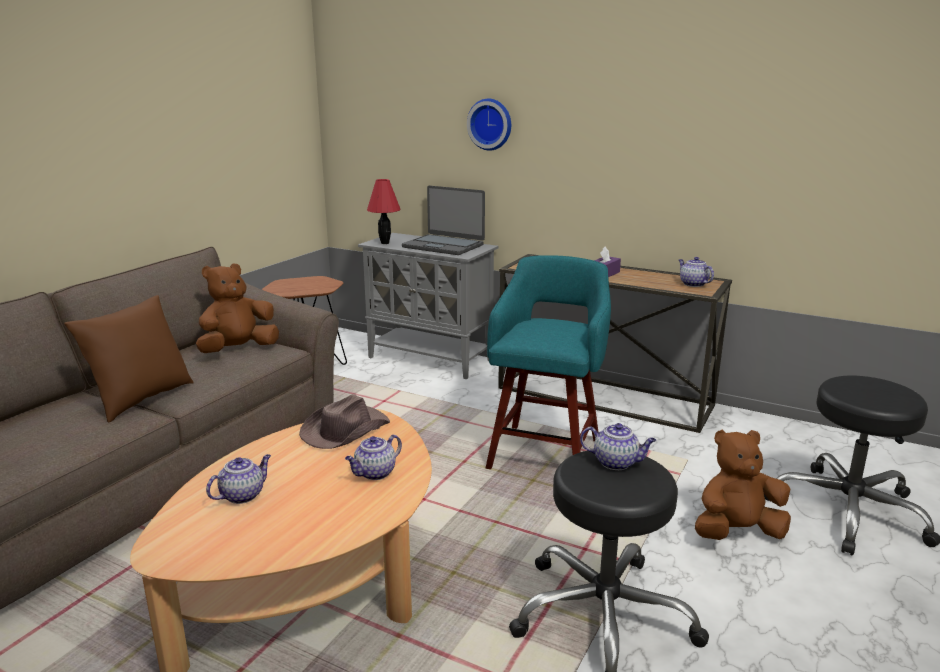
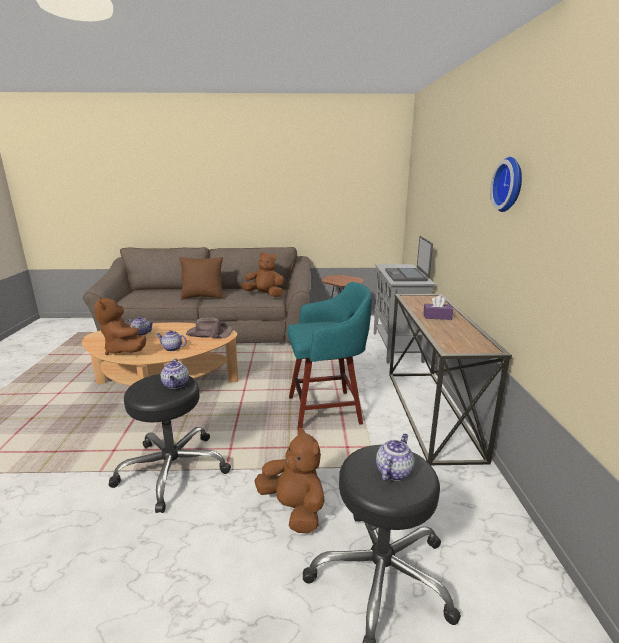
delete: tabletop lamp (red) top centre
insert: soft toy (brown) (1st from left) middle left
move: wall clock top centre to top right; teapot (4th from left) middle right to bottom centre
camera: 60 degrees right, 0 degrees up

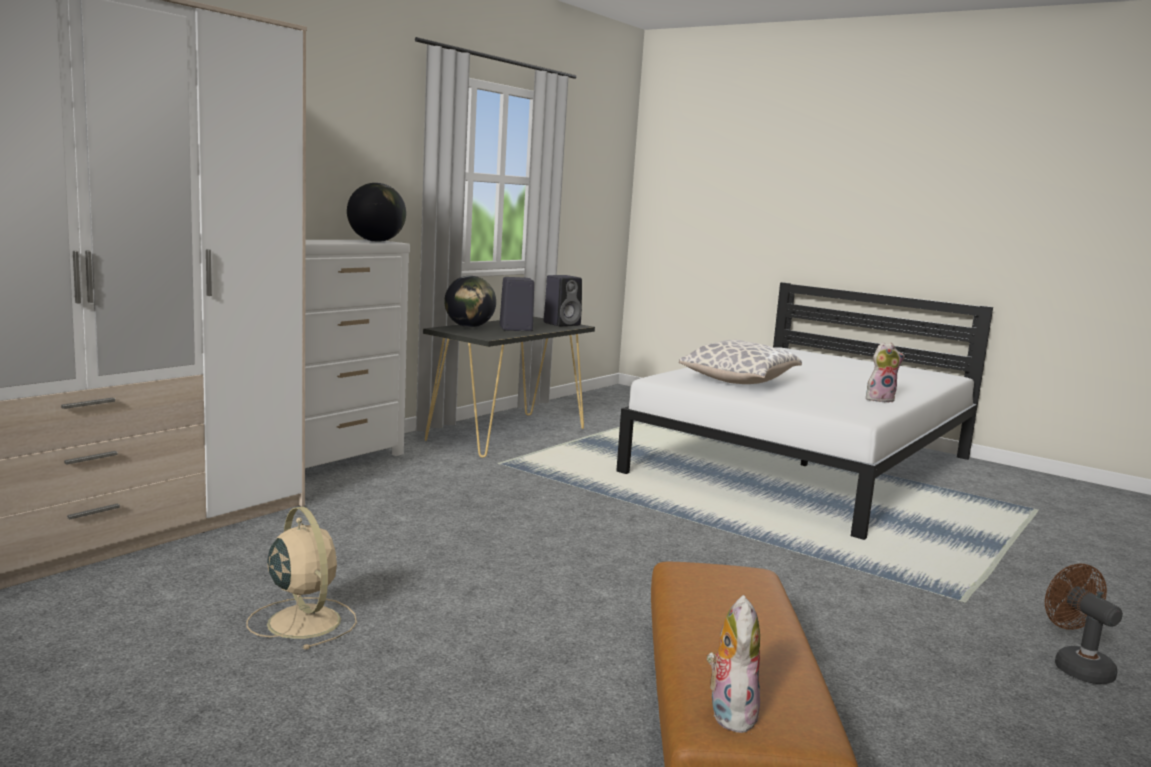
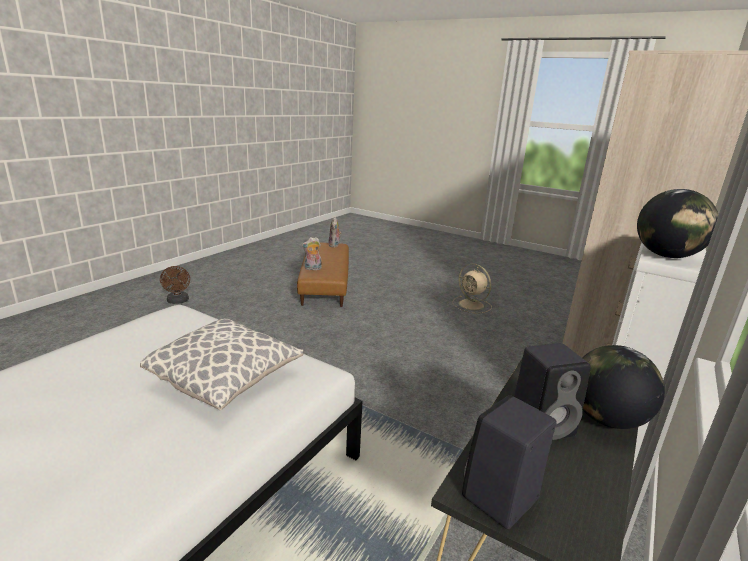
move: soft toy (2nd from left in the first image) middle right to soft toy (1st from left) centre
camera: 175 degrees right, 10 degrees up

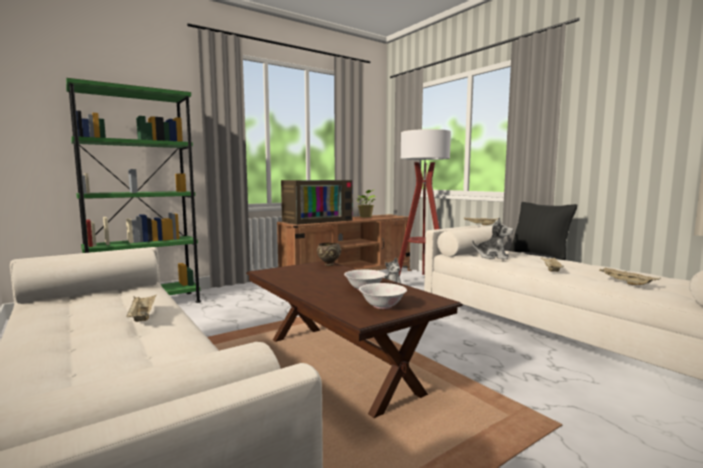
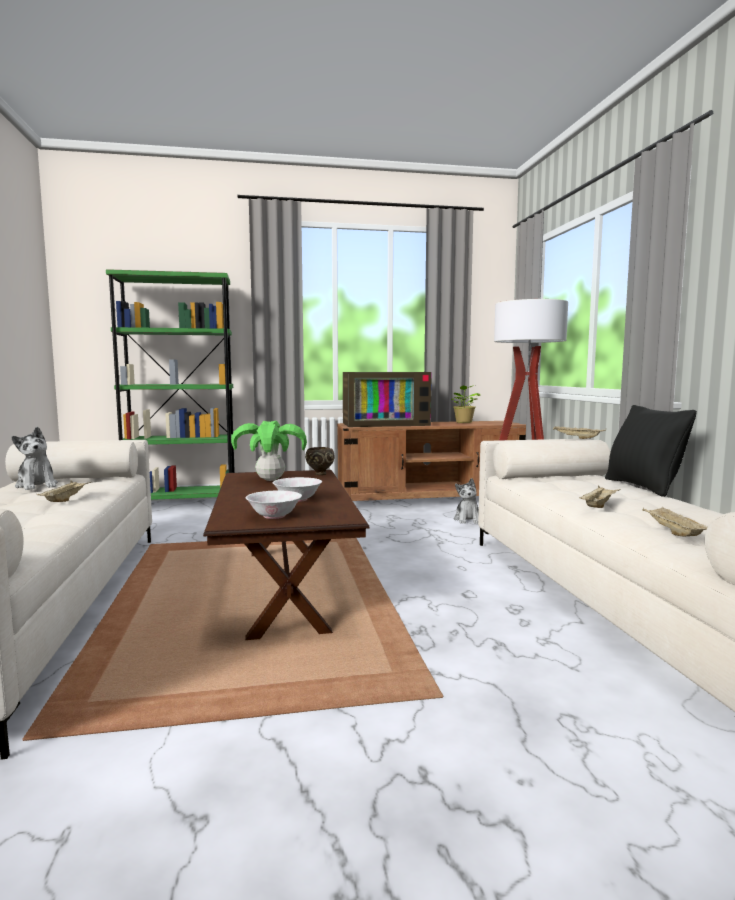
insert: potted plant (1st from left) centre
move: soft toy (2nd from left in the first image) middle right to soft toy (1st from left) middle left
camera: 25 degrees right, 0 degrees up

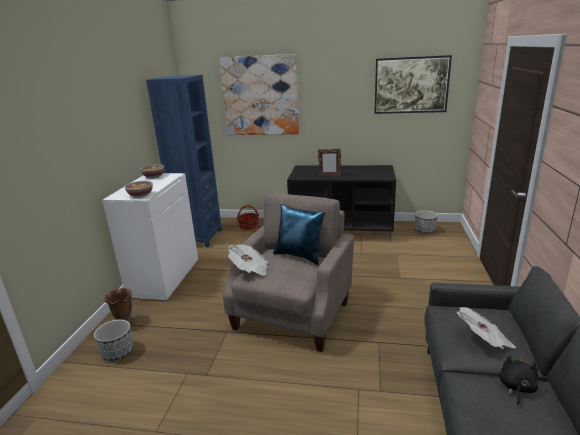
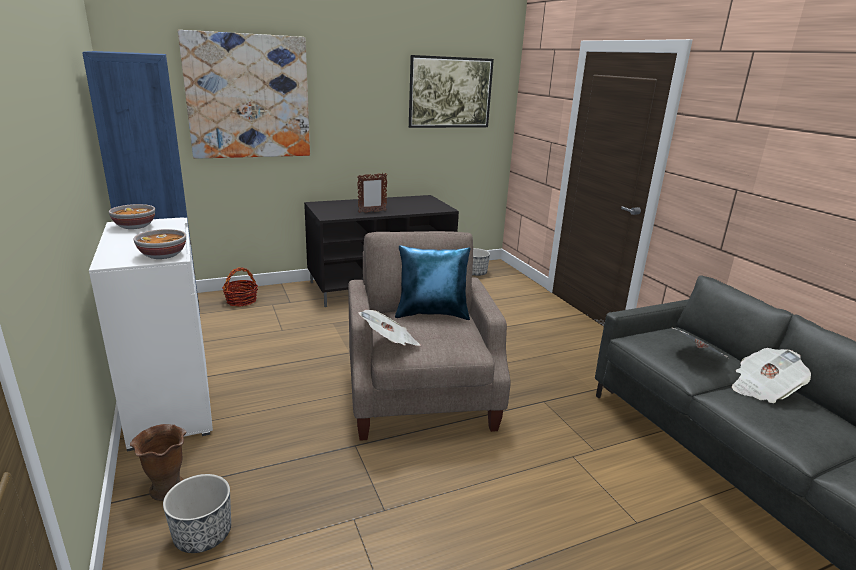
replace: soft toy (blackish) bottom right to daily paper (3rd from left) middle right
camera: 35 degrees left, 0 degrees up

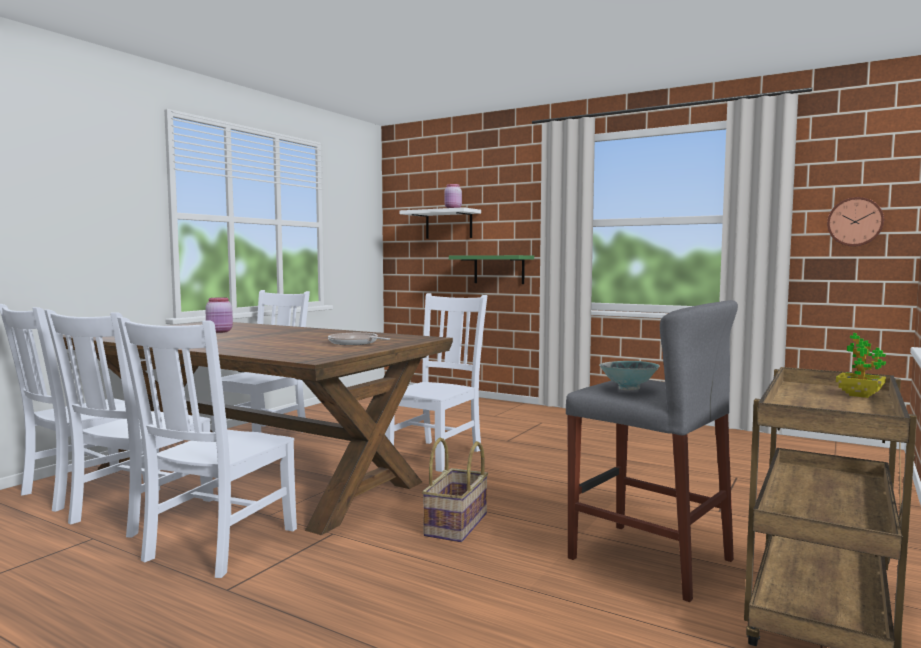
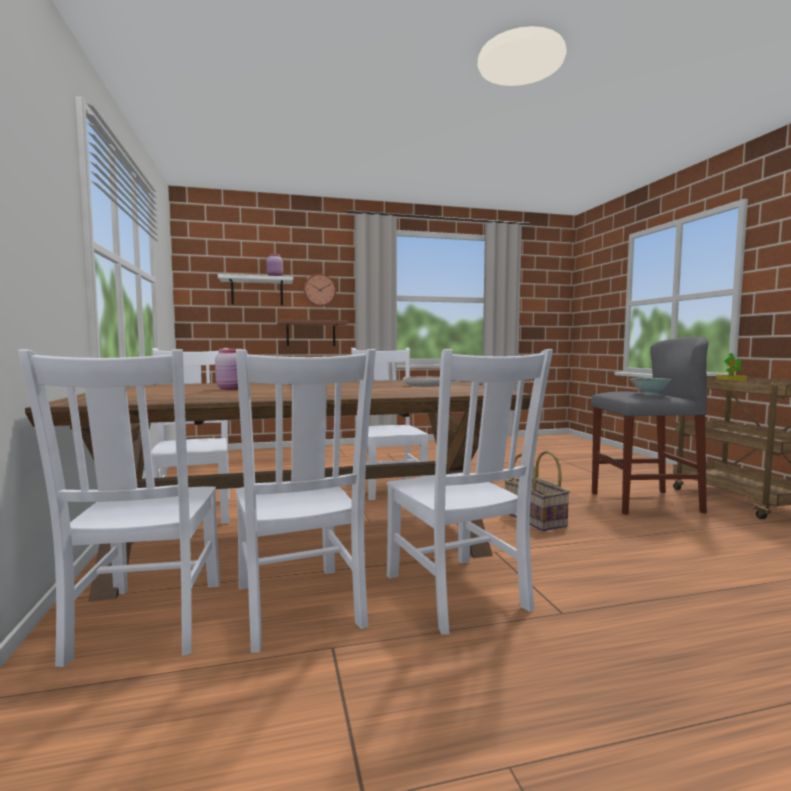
move: wall clock middle right to centre
recolor: wall shelf (green-coloured) centre to wall shelf (brown) centre
camera: 45 degrees left, 0 degrees up

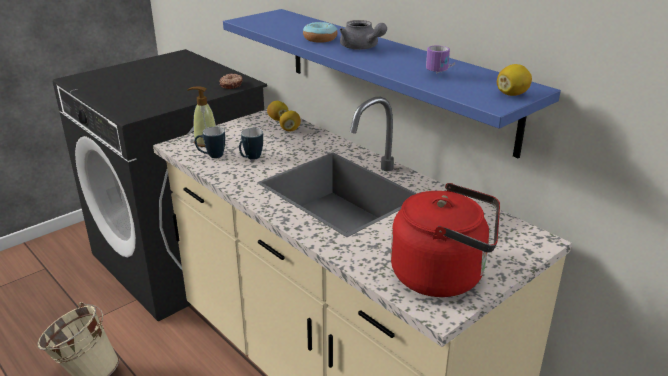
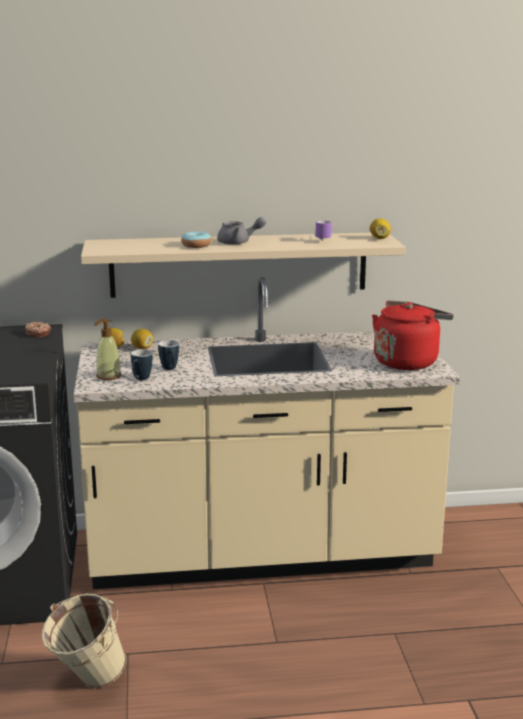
recolor: wall shelf (blue) top centre to wall shelf (beige) centre
camera: 55 degrees left, 10 degrees down

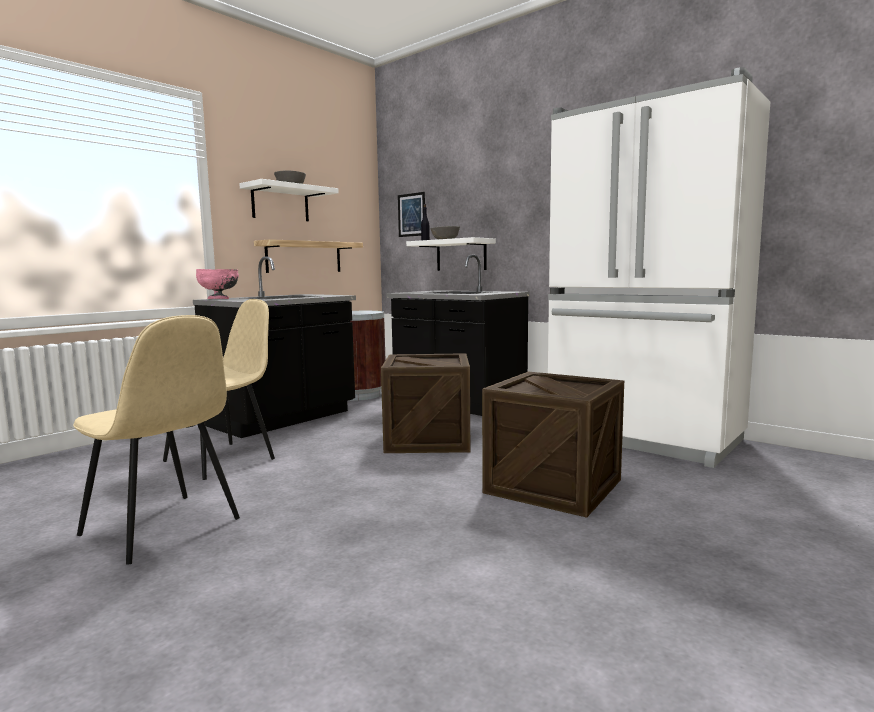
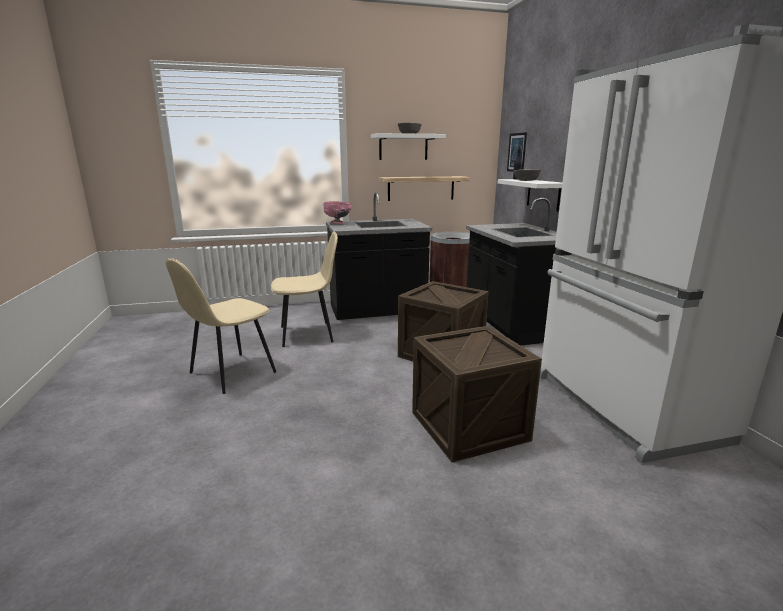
rotate: plain chair (beige) (1st from left) middle left = middle left 60 degrees clockwise
camera: 35 degrees right, 10 degrees up

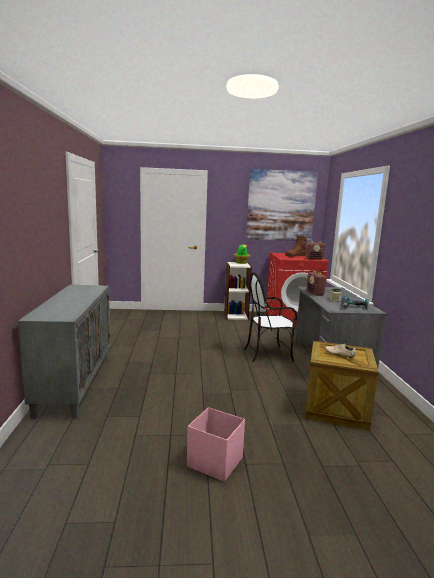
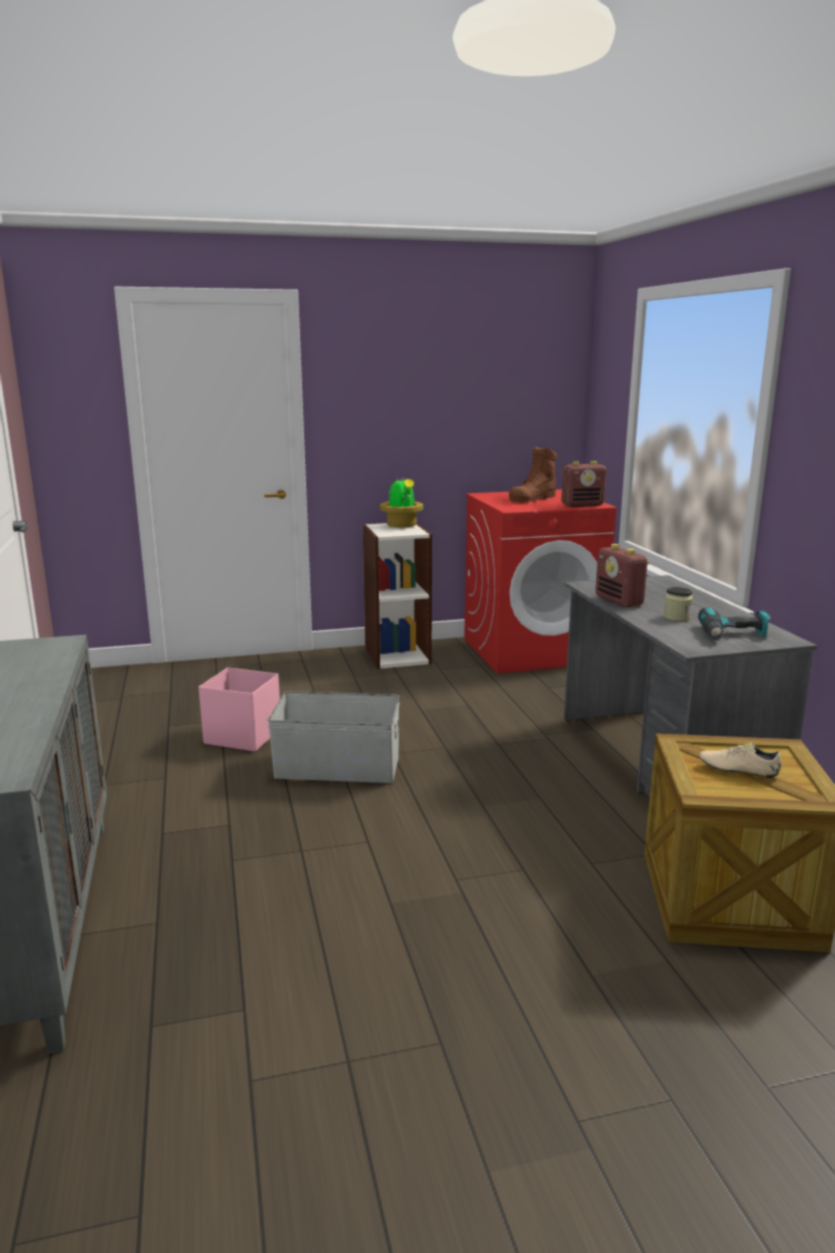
delete: wall picture centre; plain chair centre
insert: storage bin (gray) centre
move: storage bin (pink-coloured) bottom centre to middle left
camera: 10 degrees left, 5 degrees up

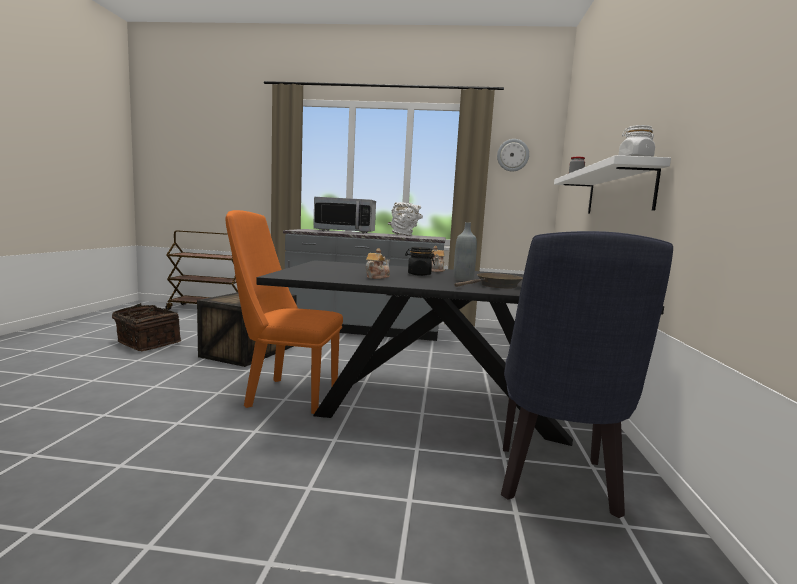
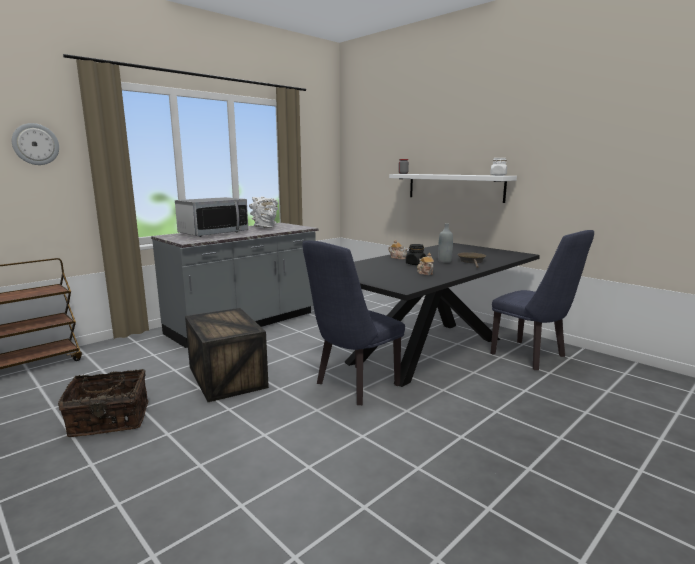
move: wall clock top centre to top left
recolor: plain chair (orangey) centre to plain chair (blue) (1st from left) centre
camera: 50 degrees left, 5 degrees up

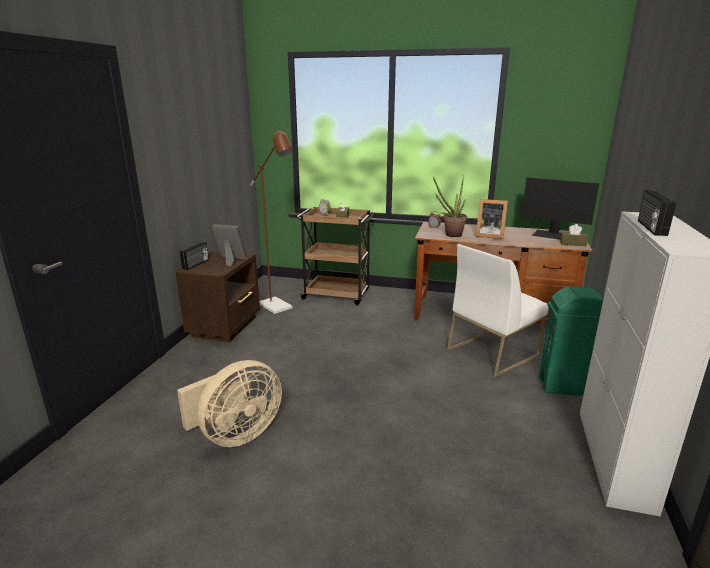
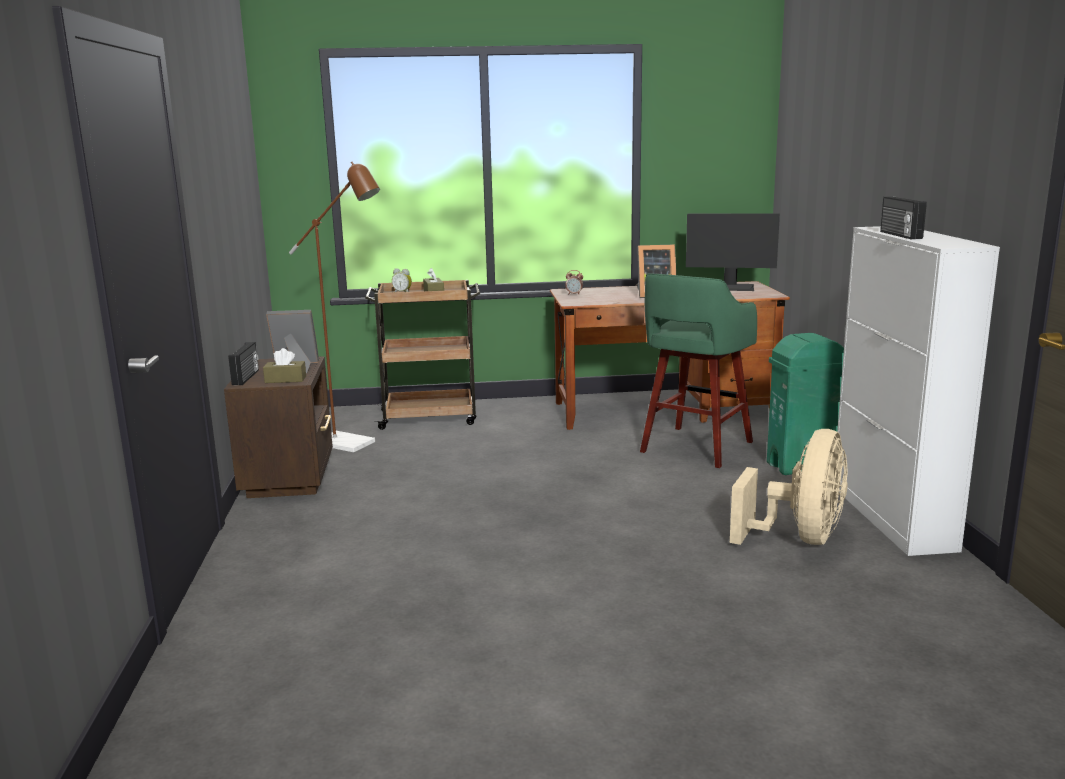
delete: potted plant centre
move: box of tissues (brown) (2nd from left in the first image) middle right to box of tissues (brown) (1st from left) middle left; fan (beige) bottom left to middle right
replace: plain chair (whitish) middle right to stool (green-coloured) centre
camera: 20 degrees left, 5 degrees down

